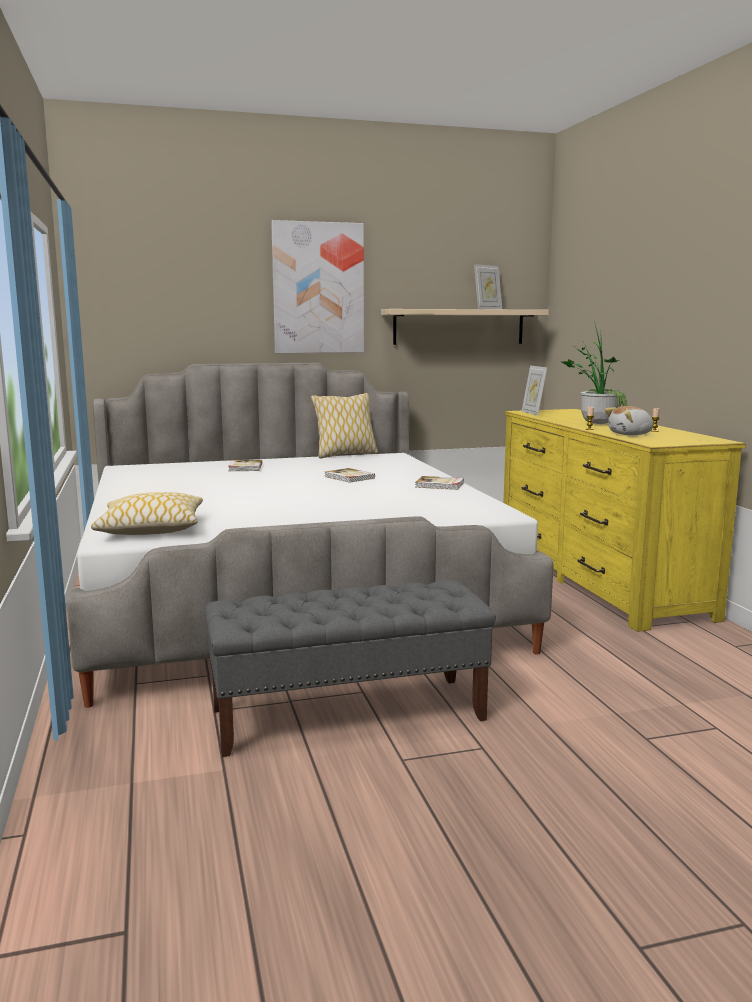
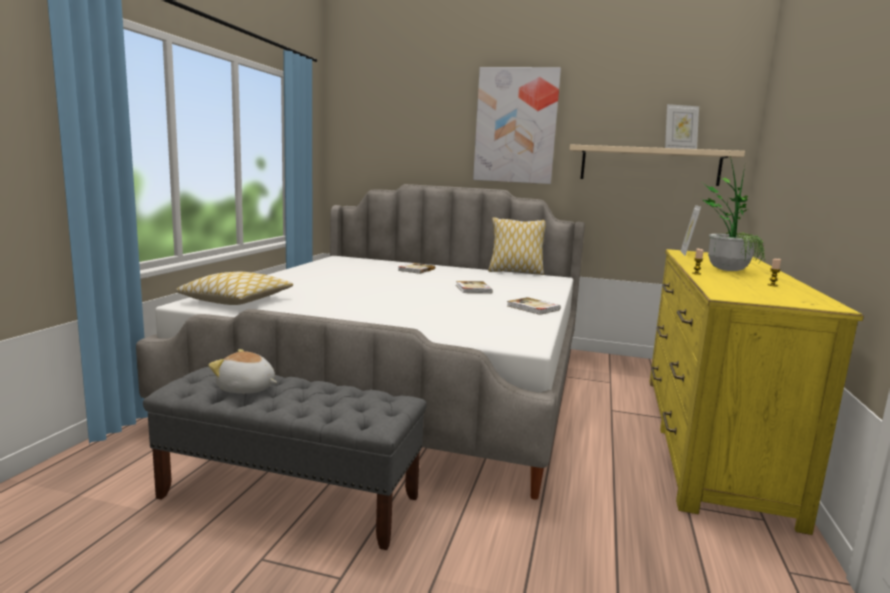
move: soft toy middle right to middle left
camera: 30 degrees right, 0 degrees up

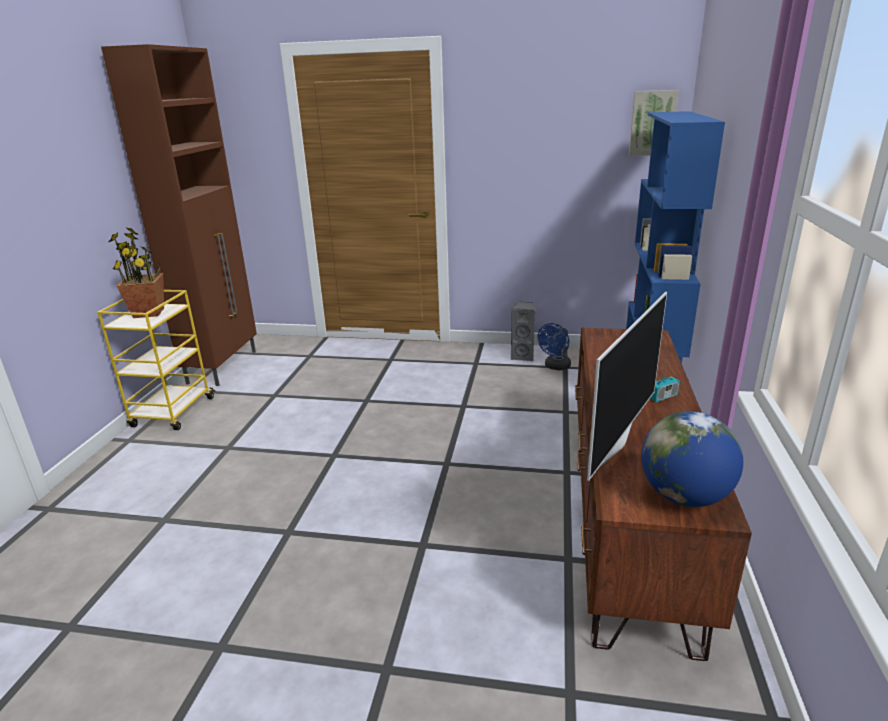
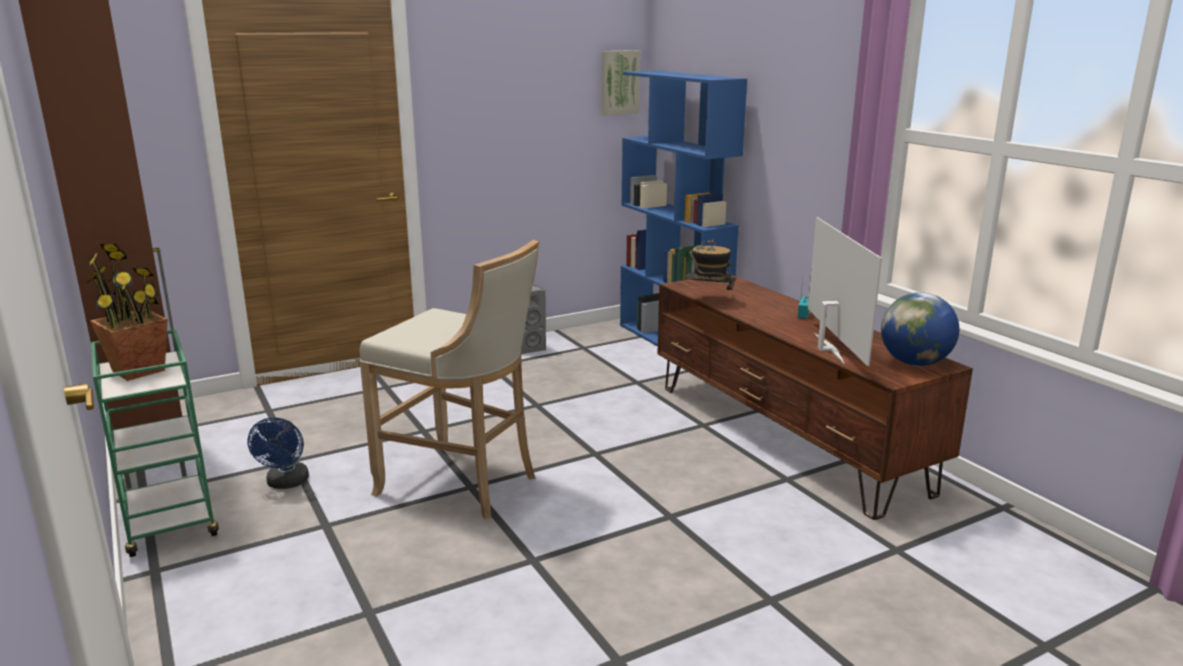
insert: stool (beige) centre; wearable hat centre
move: fan (blue) centre to bottom left
recolor: wheeled cart (yellow) middle left to wheeled cart (green-coloured) middle left
camera: 40 degrees left, 5 degrees down

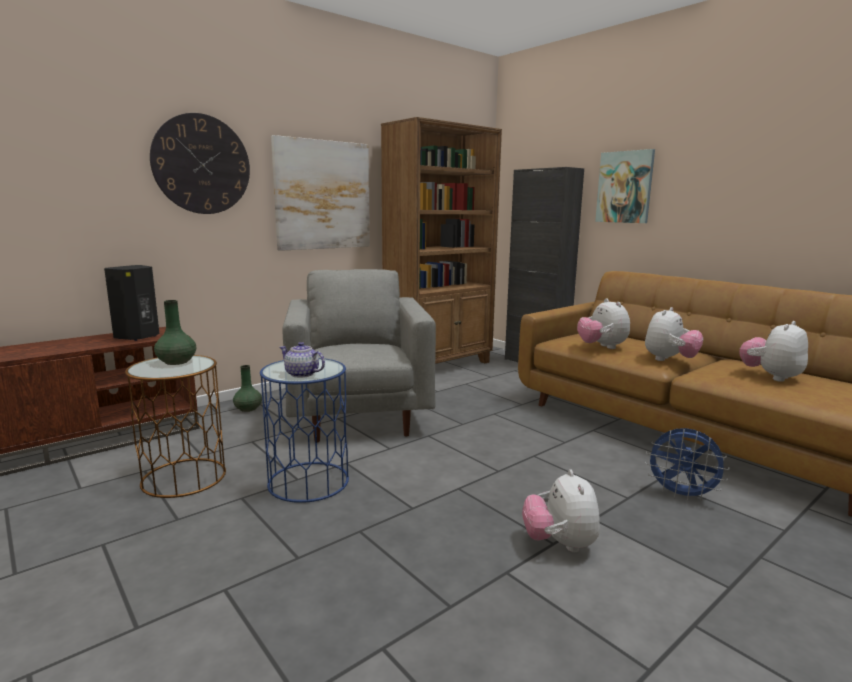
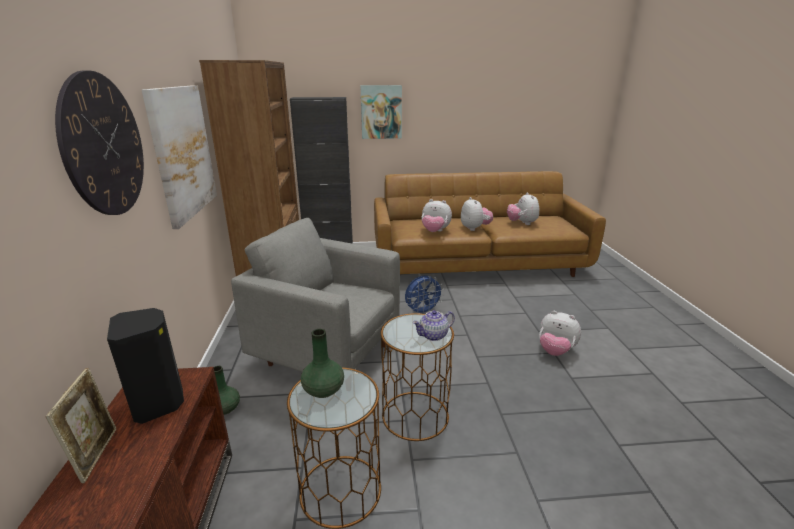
insert: picture frame bottom left
move: fan (blue) bottom right to centre
recolor: end table (blue) centre to end table (brown) (2nd from left) bottom centre
camera: 55 degrees left, 10 degrees up

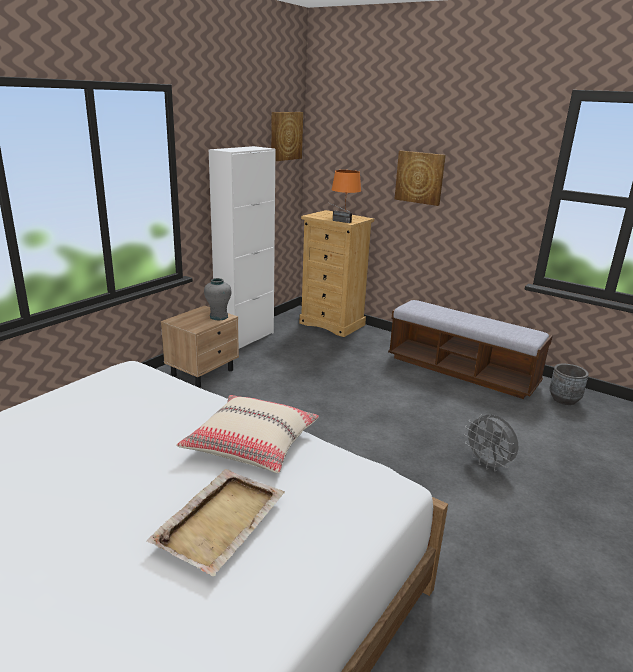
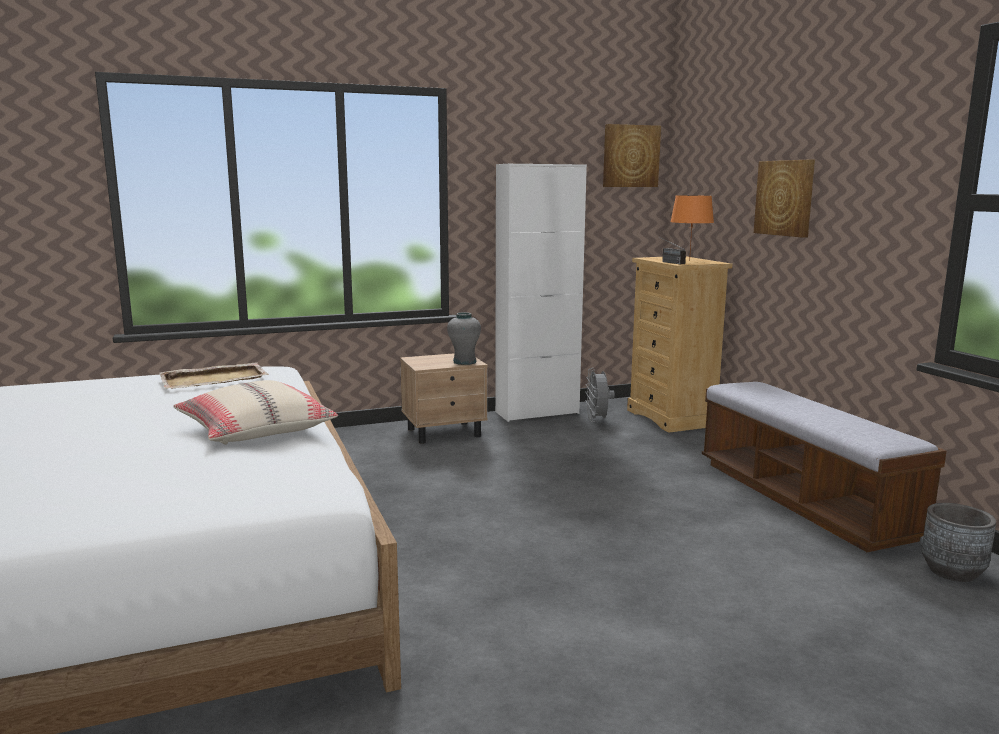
move: fan (gray) middle right to centre; tray (beige) bottom centre to middle left
camera: 35 degrees right, 10 degrees down

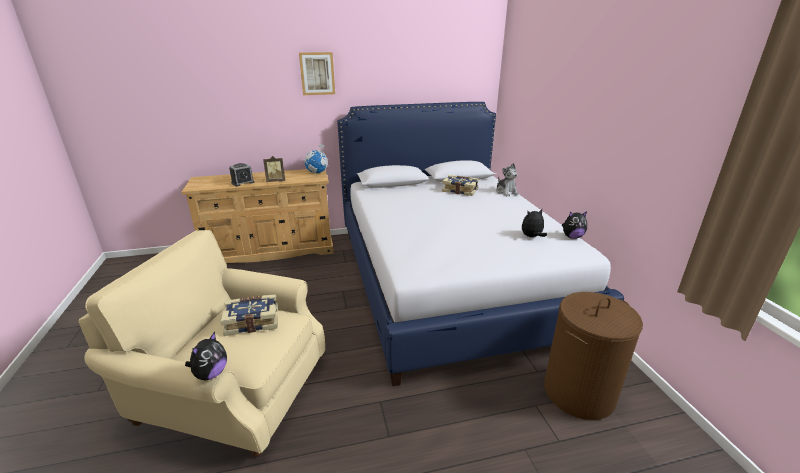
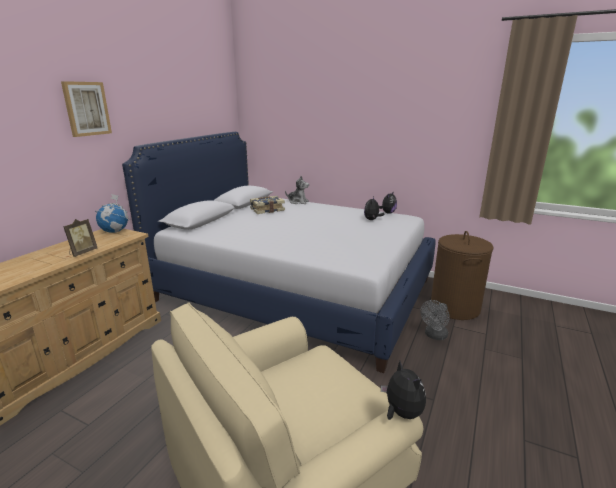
delete: alarm clock middle left; book (1st from left) middle left
insert: fan (gray) middle right
camera: 50 degrees left, 5 degrees down

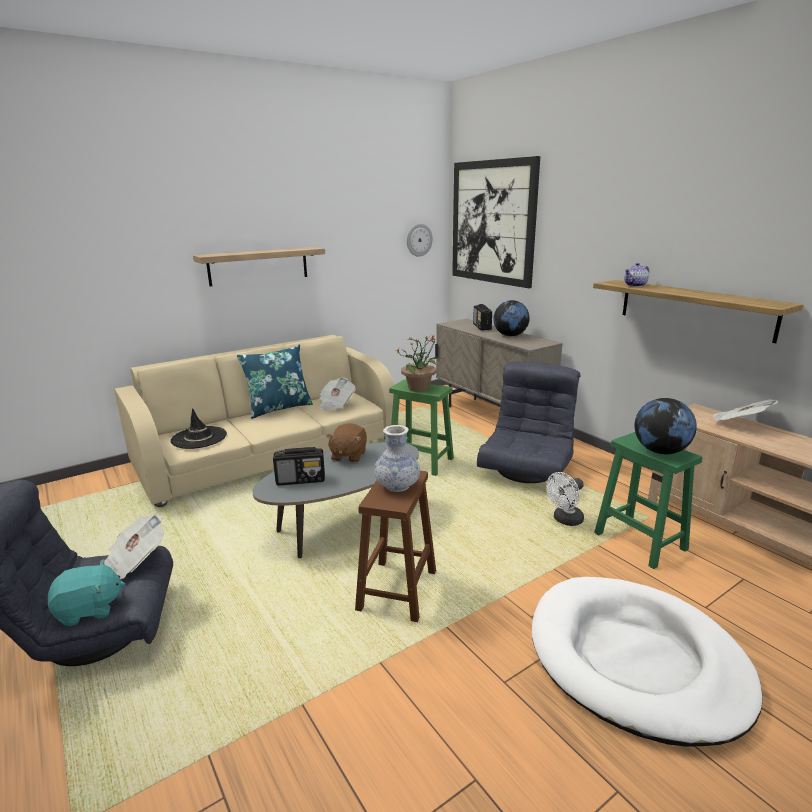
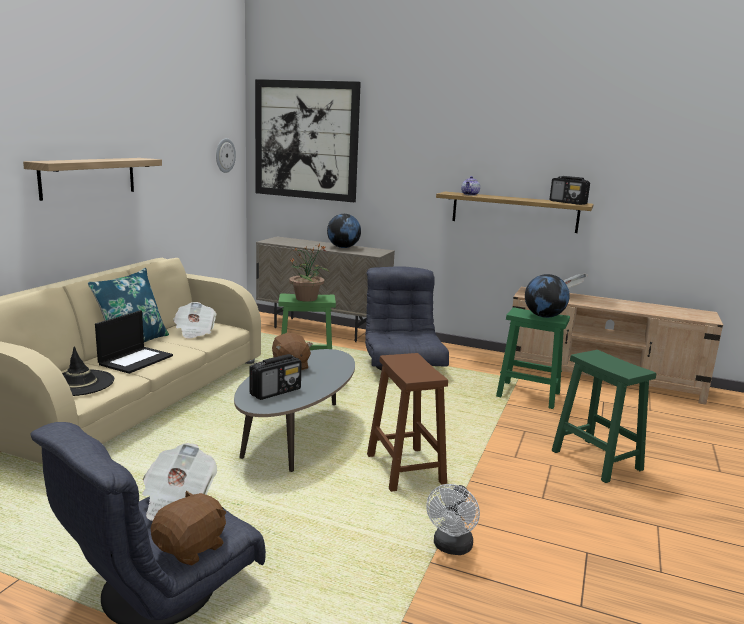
delete: flower vase centre
insert: portable computer middle left
move: radio (2nd from left) centre to top right; fan (whitish) middle right to bottom centre
replace: dog cushion (whitish) bottom right to stool (green-coloured) (3rd from left) bottom right
recolor: soft toy (turquoise-coloured) bottom left to soft toy (brown) (1st from left) bottom left
camera: 35 degrees left, 5 degrees down

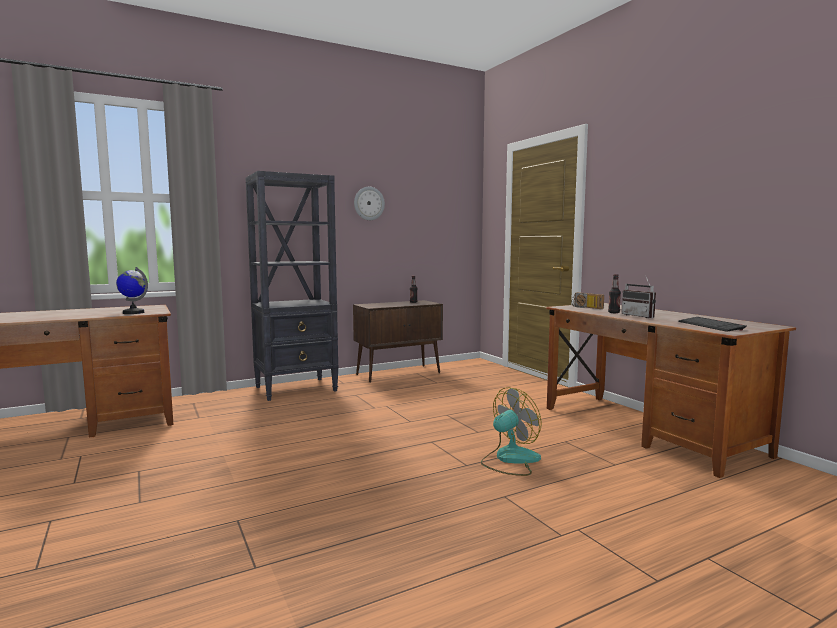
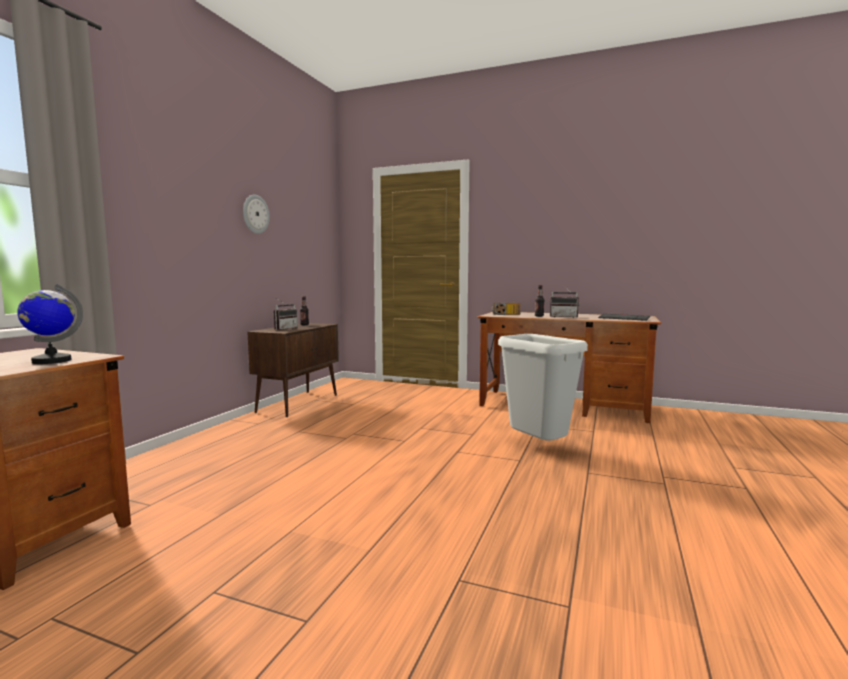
delete: bookcase (blackish) centre
insert: radio (1st from left) centre
replace: fan bottom centre to waste bin (gray) centre
camera: 40 degrees left, 0 degrees up

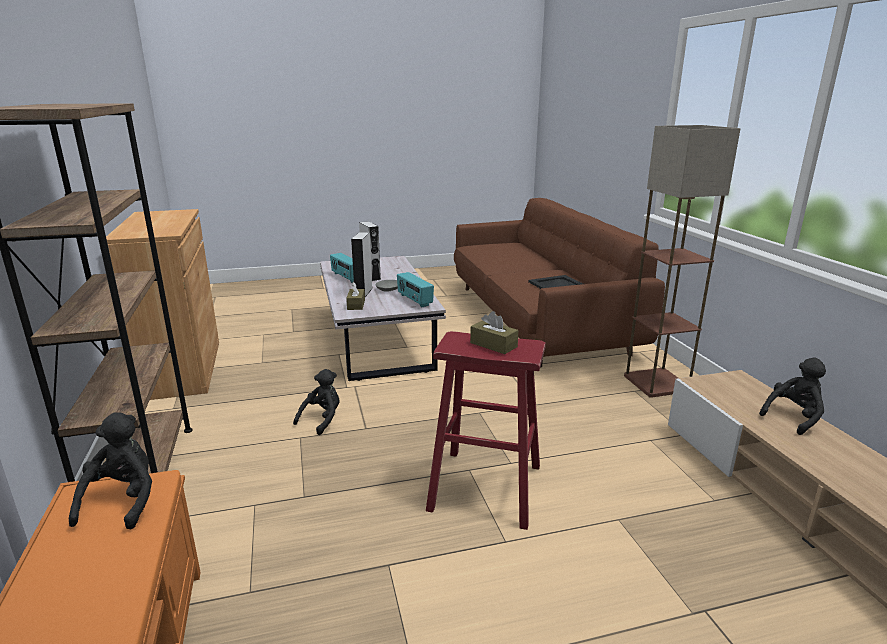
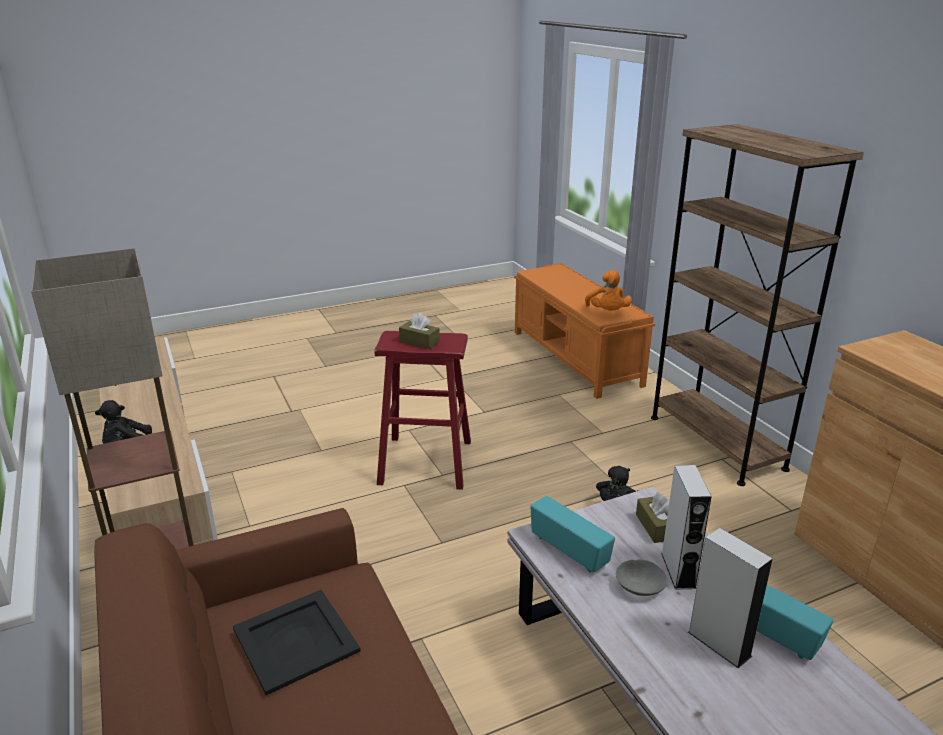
recolor: soft toy (blackish) (1st from left) bottom left to soft toy (orangey) centre
camera: 170 degrees right, 5 degrees up

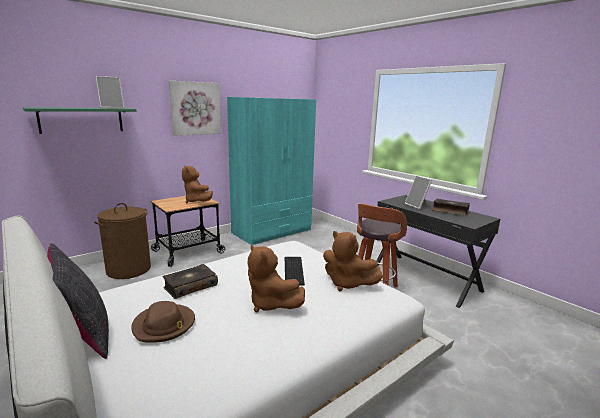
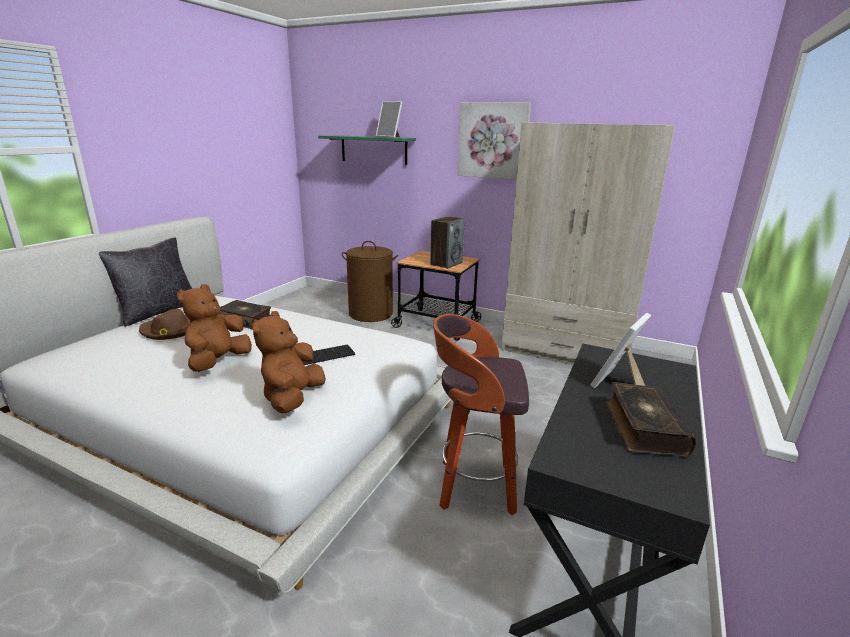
replace: soft toy (brown) (1st from left) middle left to audio speaker centre
recolor: wardrobe (turquoise-coloured) centre to wardrobe (beige) middle right
camera: 65 degrees right, 5 degrees up

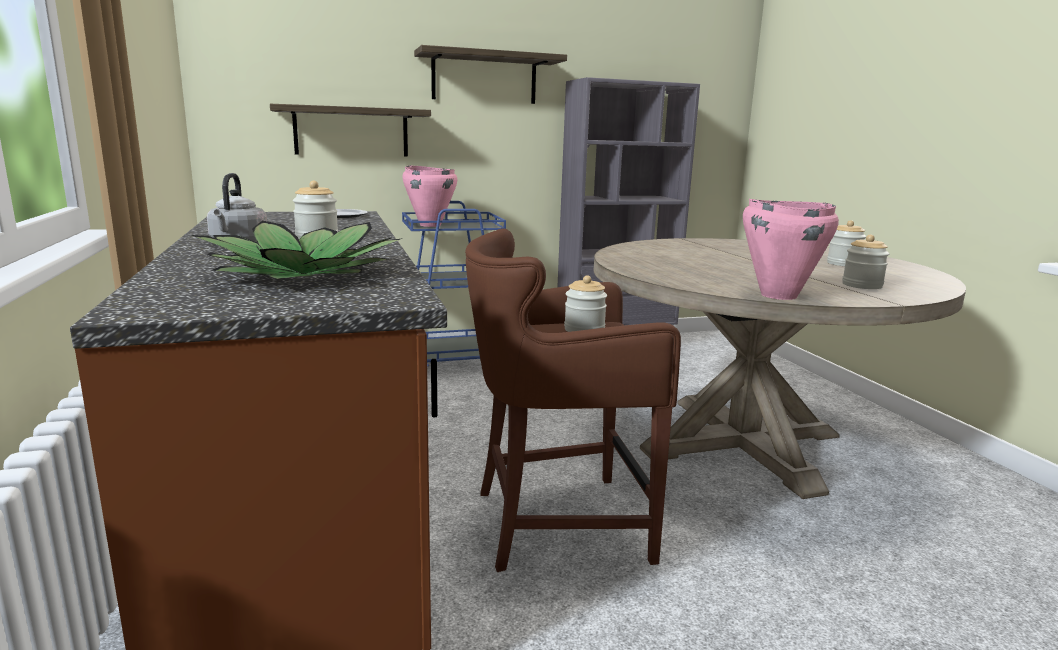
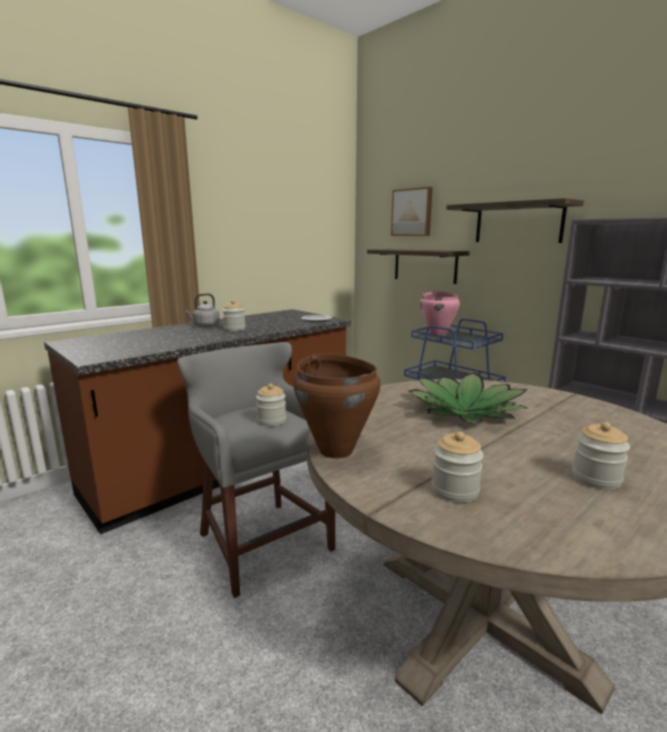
insert: wall picture top centre
move: potted plant middle left to middle right
recolor: stockpot (pink-coloured) (2nd from left) middle right to stockpot (brown) centre; stool (brown) centre to stool (gray) centre
camera: 65 degrees right, 0 degrees up

